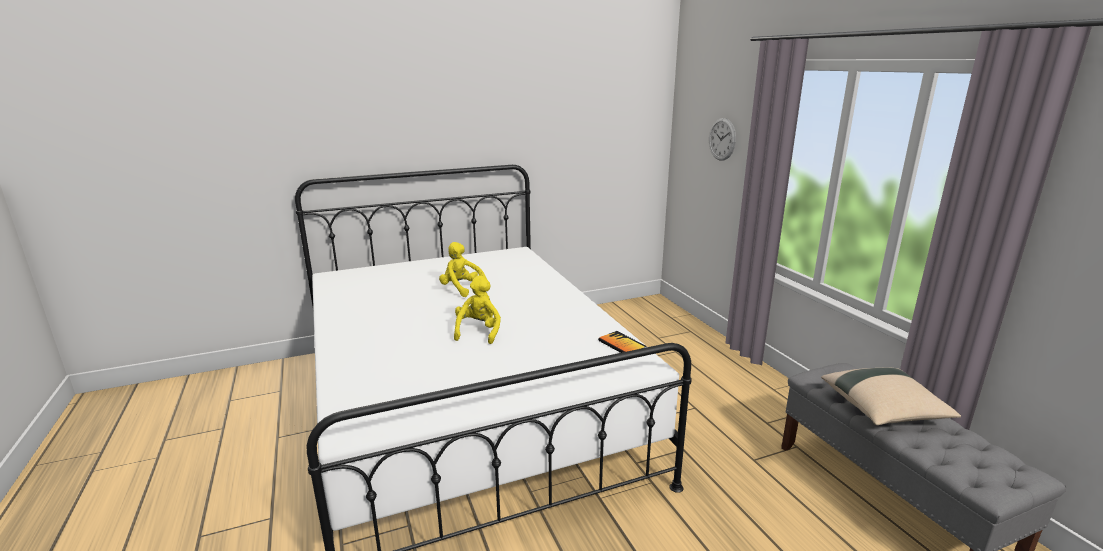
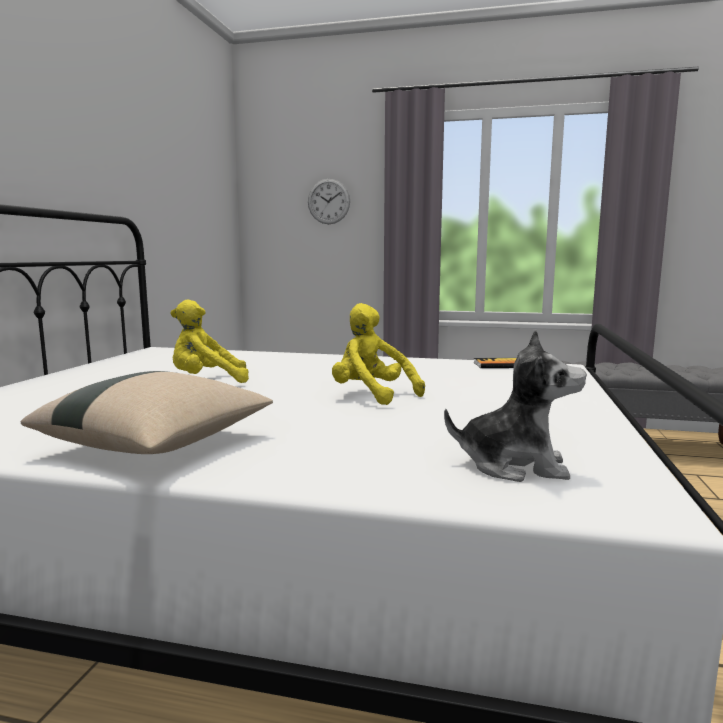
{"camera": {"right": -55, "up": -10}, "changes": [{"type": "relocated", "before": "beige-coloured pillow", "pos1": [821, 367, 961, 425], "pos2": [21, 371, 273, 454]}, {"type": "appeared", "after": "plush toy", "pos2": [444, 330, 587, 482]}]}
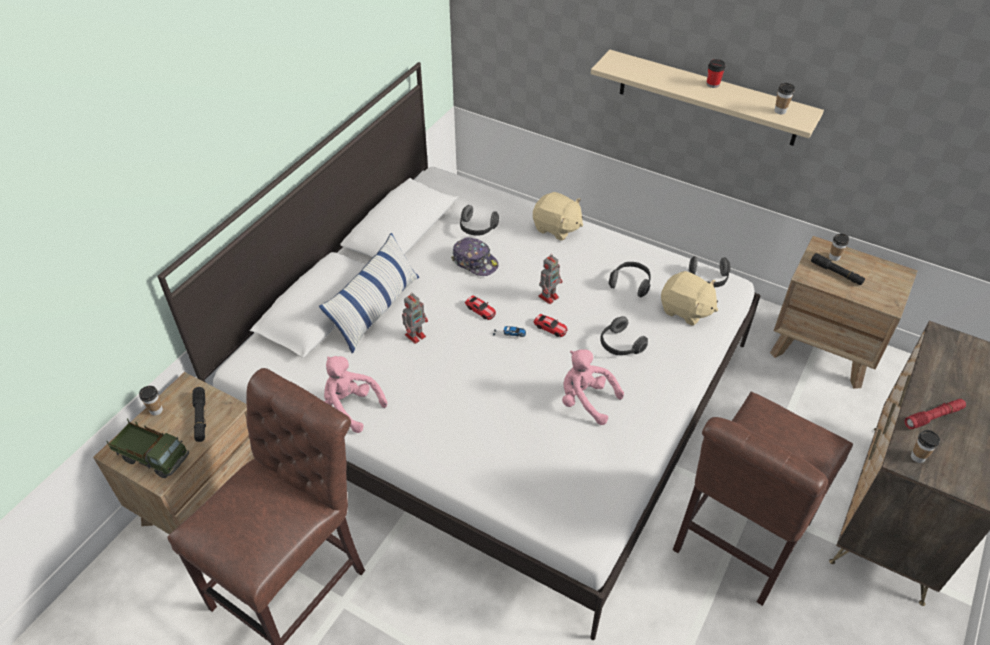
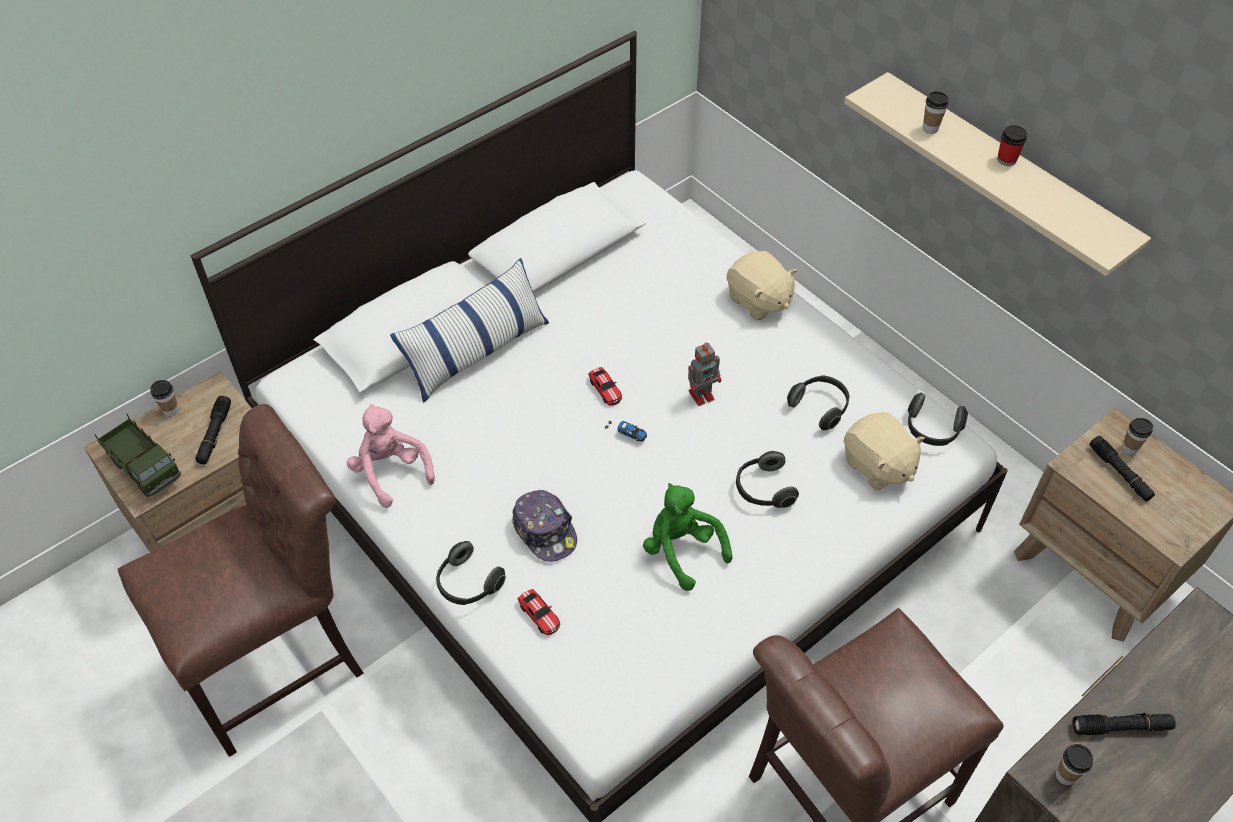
{"camera": {"right": 20, "up": 5}, "changes": [{"type": "missing", "before": "toy robot", "pos1": [402, 293, 428, 344]}, {"type": "relocated", "before": "baseball cap", "pos1": [451, 237, 499, 276], "pos2": [512, 490, 577, 562]}, {"type": "relocated", "before": "pair of headphones", "pos1": [460, 205, 499, 236], "pos2": [436, 541, 506, 605]}, {"type": "relocated", "before": "toy car", "pos1": [534, 314, 567, 337], "pos2": [518, 589, 560, 635]}, {"type": "colour", "before": "pink plush toy", "after": "greenish plush toy", "pos1": [562, 349, 624, 425], "pos2": [643, 483, 733, 591]}, {"type": "relocated", "before": "cup", "pos1": [775, 83, 795, 114], "pos2": [923, 91, 949, 134]}, {"type": "colour", "before": "reddish flashlight", "after": "blackish flashlight", "pos1": [905, 399, 966, 429], "pos2": [1073, 713, 1176, 735]}]}
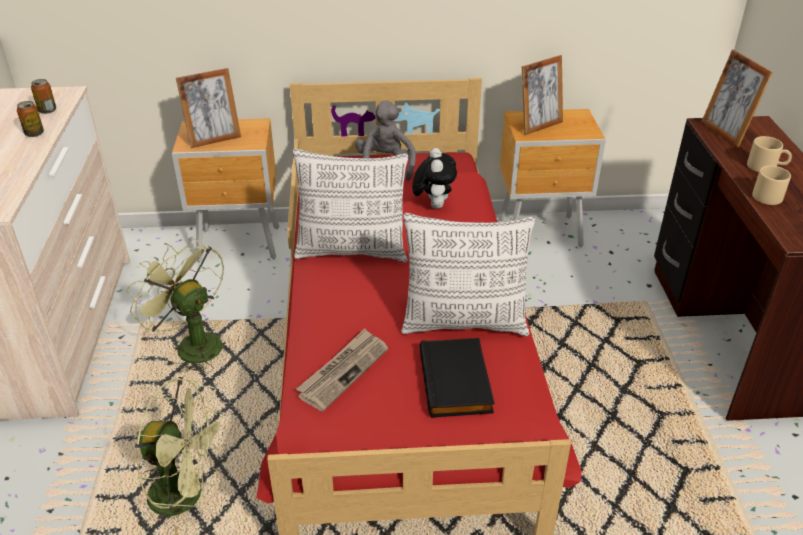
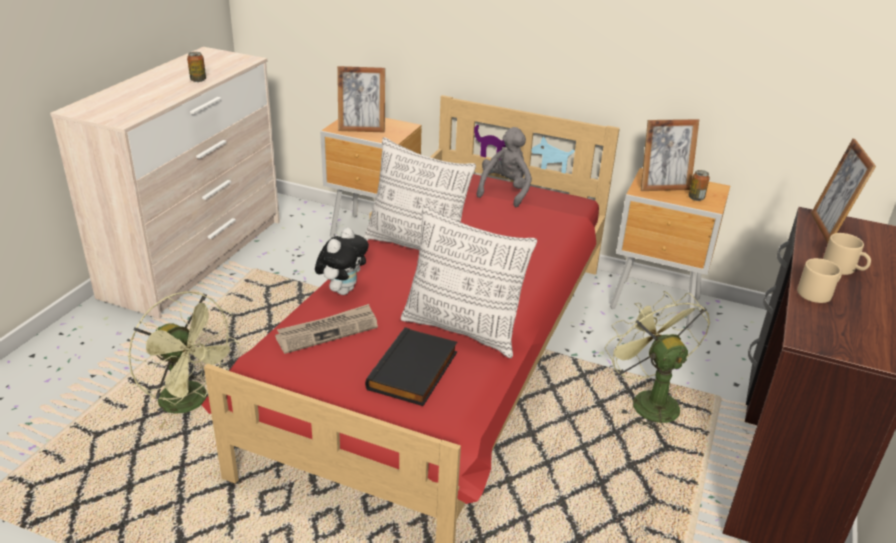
{"camera": {"right": 25, "up": -5}, "changes": [{"type": "relocated", "before": "sealed can", "pos1": [31, 79, 56, 114], "pos2": [689, 170, 710, 201]}, {"type": "relocated", "before": "greenish fan", "pos1": [126, 237, 224, 373], "pos2": [605, 291, 710, 434]}, {"type": "relocated", "before": "plush toy", "pos1": [412, 148, 457, 209], "pos2": [315, 228, 369, 295]}]}
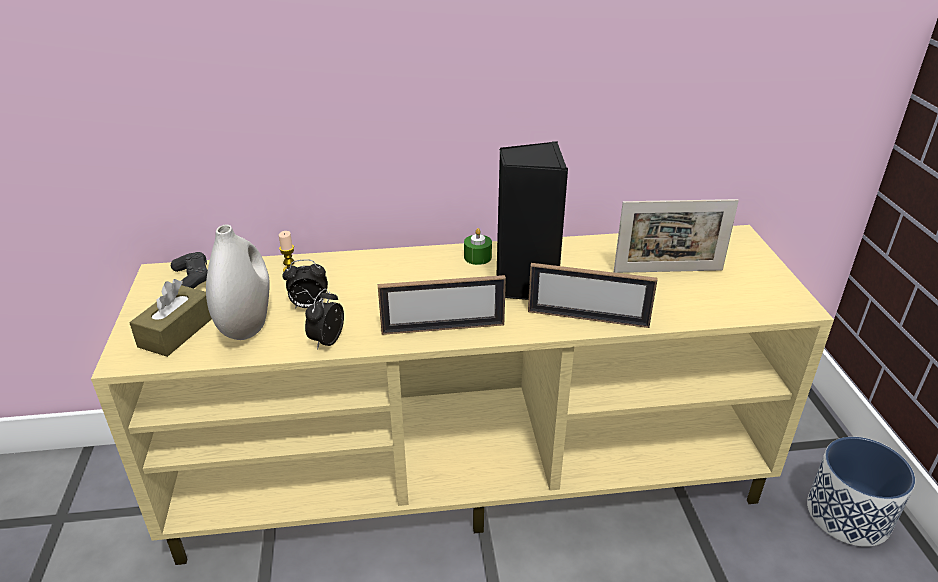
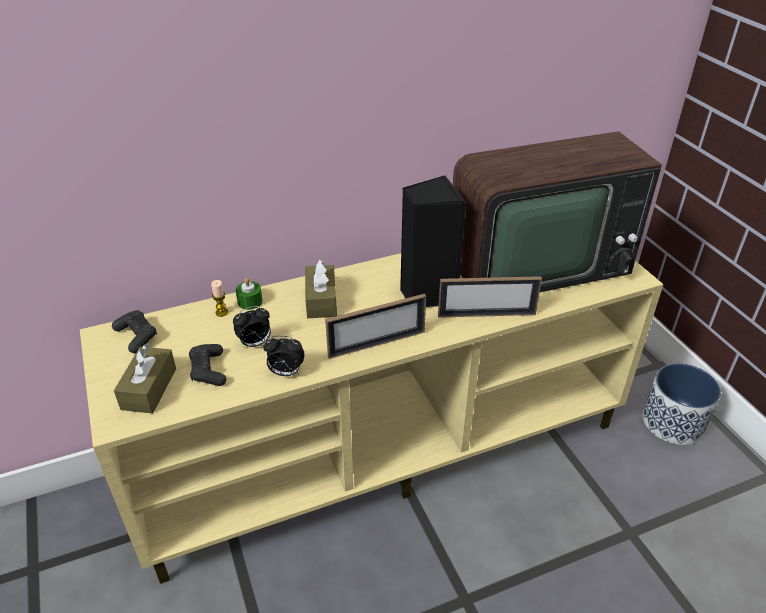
{"camera": {"right": -15, "up": 5}, "changes": [{"type": "exchanged", "before": "whitish vase", "after": "blackish joypad", "pos1": [206, 225, 270, 340], "pos2": [189, 344, 226, 386]}, {"type": "spun", "before": "table clock", "pos1": [305, 289, 344, 350], "pos2": [263, 336, 305, 376], "turn": -90}, {"type": "relocated", "before": "greenish candle", "pos1": [464, 228, 492, 265], "pos2": [236, 278, 263, 310]}, {"type": "exchanged", "before": "photo frame", "after": "TV", "pos1": [614, 199, 739, 273], "pos2": [453, 131, 662, 292]}, {"type": "appeared", "after": "brown box of tissues", "pos2": [305, 260, 337, 318]}]}
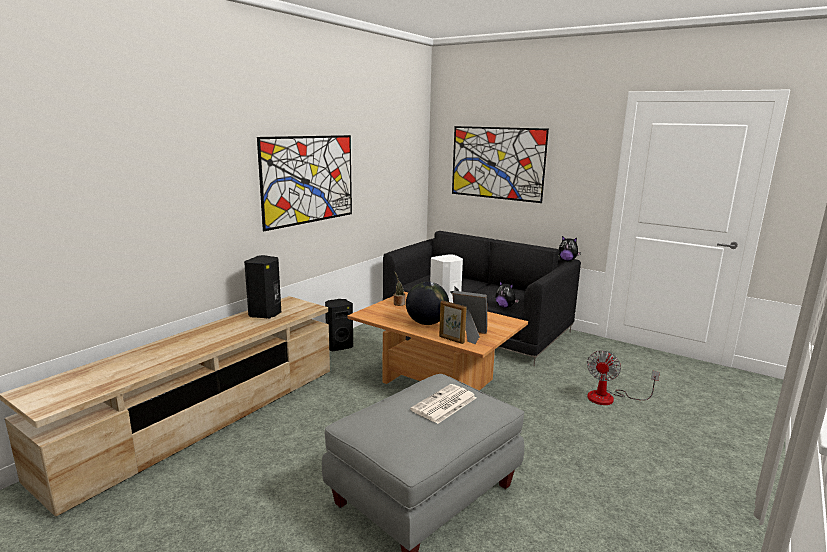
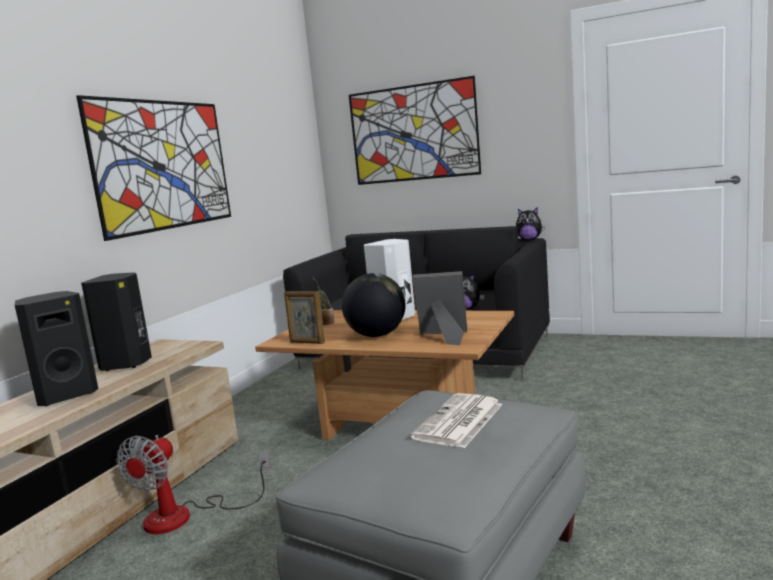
{"camera": {"right": -10, "up": -5}, "changes": [{"type": "relocated", "before": "blackish loudspeaker", "pos1": [325, 299, 353, 351], "pos2": [15, 291, 98, 406]}, {"type": "relocated", "before": "photo frame", "pos1": [439, 300, 467, 344], "pos2": [284, 291, 325, 344]}, {"type": "relocated", "before": "fan", "pos1": [587, 351, 660, 405], "pos2": [116, 435, 270, 534]}]}
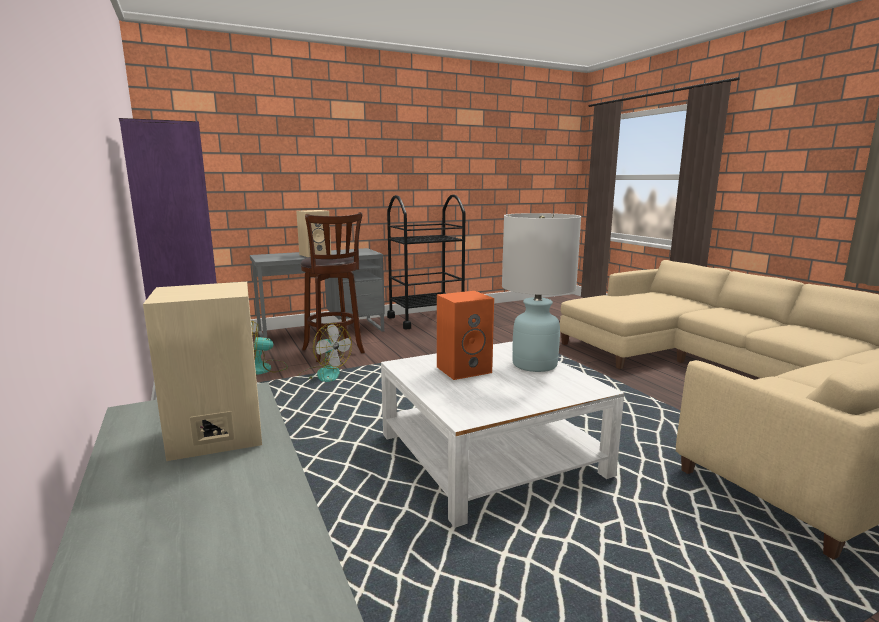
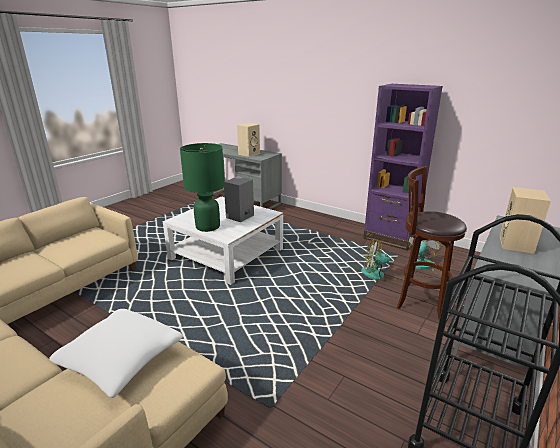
{"camera": {"right": 150, "up": 10}, "changes": [{"type": "colour", "before": "orange-coloured loudspeaker", "after": "gray loudspeaker", "pos1": [437, 291, 494, 380], "pos2": [224, 176, 254, 222]}, {"type": "colour", "before": "whitish table lamp", "after": "greenish table lamp", "pos1": [502, 213, 581, 372], "pos2": [180, 143, 225, 232]}, {"type": "appeared", "after": "whitish pillow", "pos2": [49, 309, 183, 398]}]}
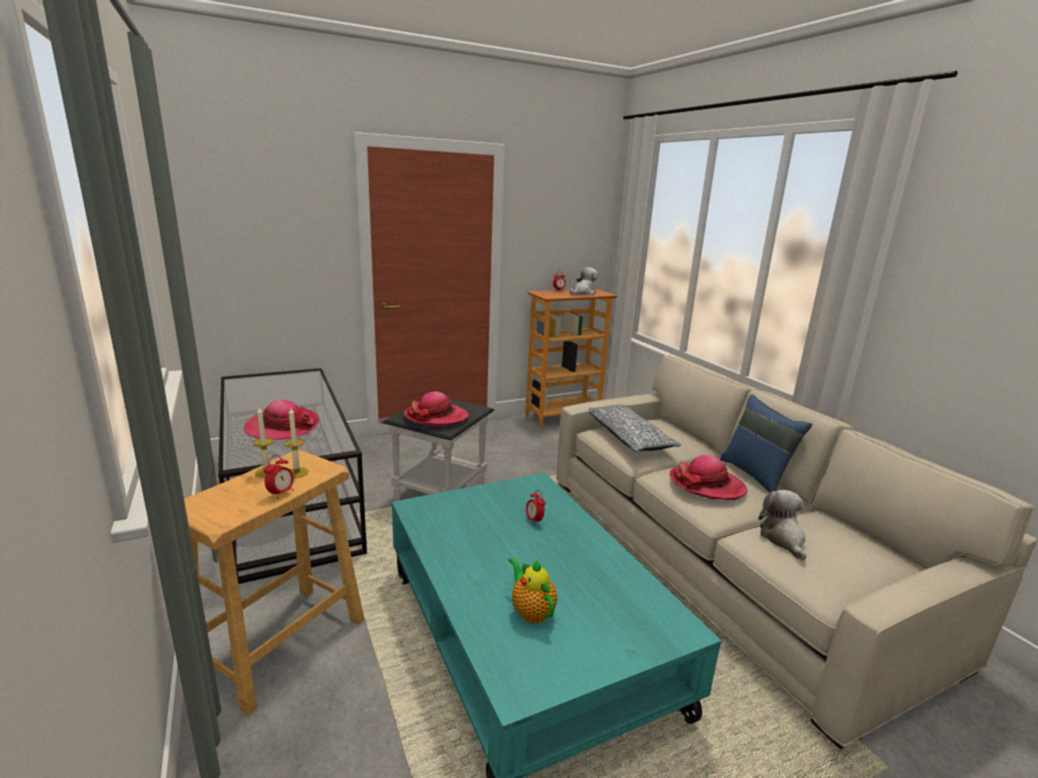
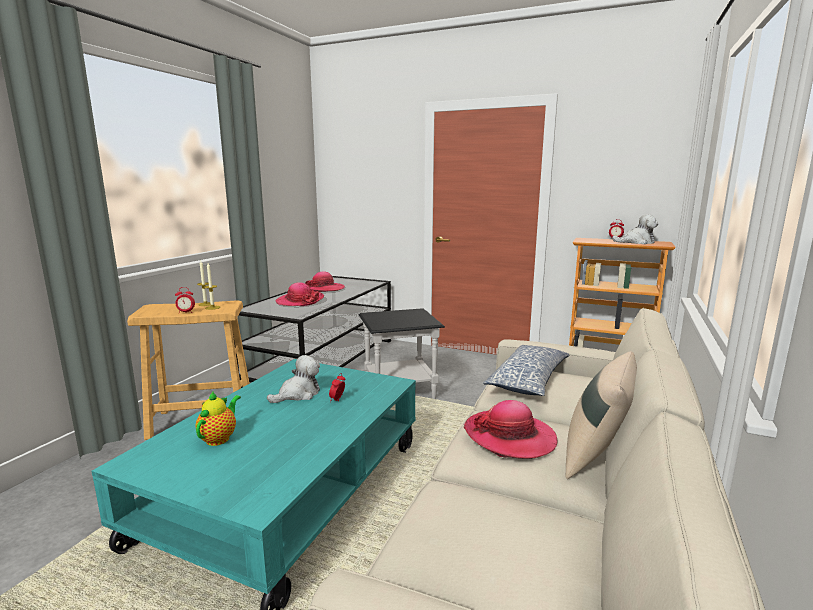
{"camera": {"right": 50, "up": -5}, "changes": [{"type": "relocated", "before": "clothing hat", "pos1": [404, 392, 469, 426], "pos2": [305, 271, 345, 292]}, {"type": "colour", "before": "blue-coloured pillow", "after": "beige-coloured pillow", "pos1": [720, 394, 812, 493], "pos2": [566, 351, 637, 479]}, {"type": "relocated", "before": "plush toy", "pos1": [758, 490, 806, 561], "pos2": [267, 355, 320, 403]}]}
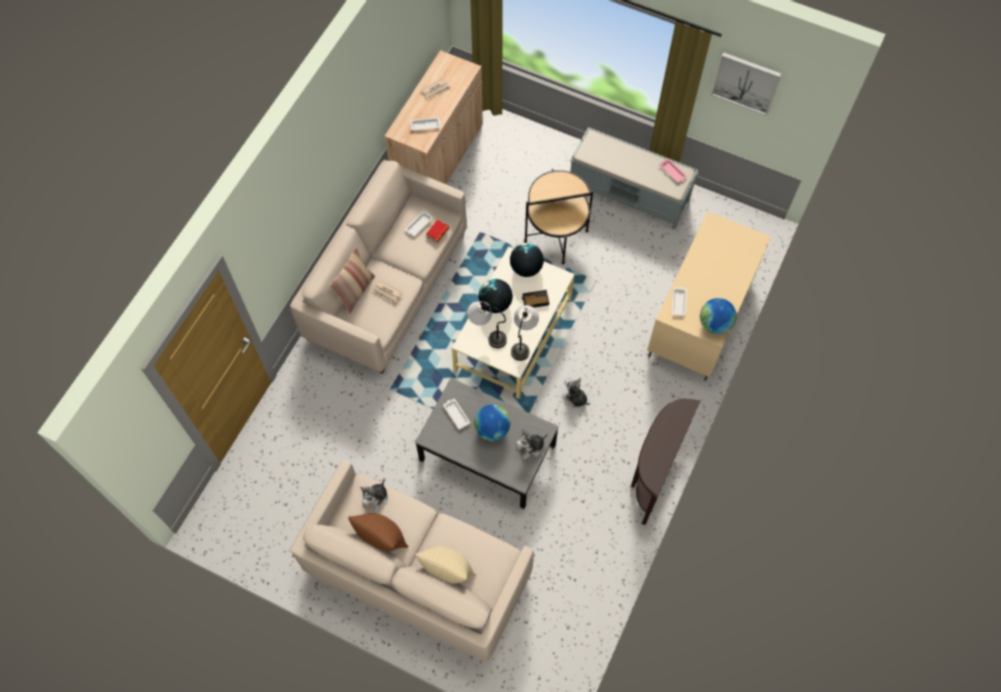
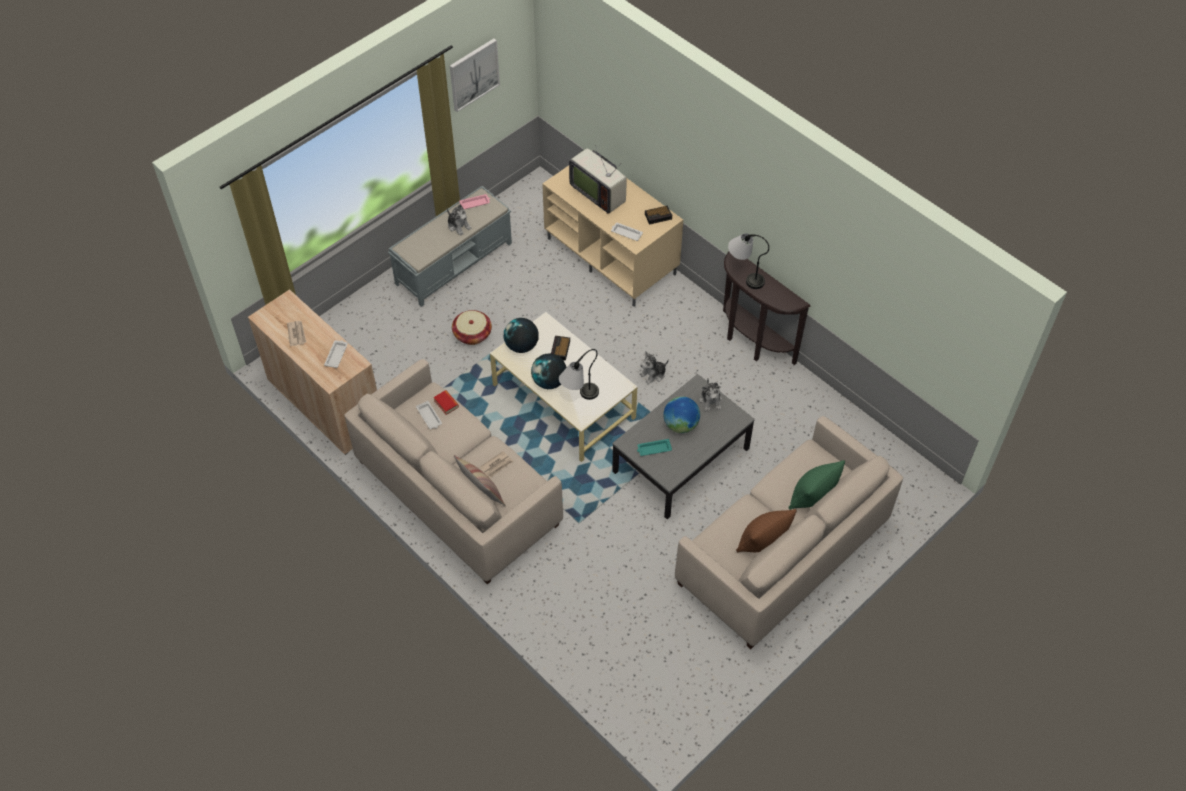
{"camera": {"right": -70, "up": -10}, "changes": [{"type": "relocated", "before": "plush toy", "pos1": [360, 478, 388, 513], "pos2": [447, 204, 472, 236]}, {"type": "colour", "before": "beige-coloured pillow", "after": "greenish pillow", "pos1": [416, 546, 476, 584], "pos2": [788, 460, 845, 510]}, {"type": "colour", "before": "whitish carrying tray", "after": "turquoise-coloured carrying tray", "pos1": [443, 399, 470, 430], "pos2": [637, 439, 672, 456]}, {"type": "relocated", "before": "table lamp", "pos1": [511, 305, 539, 361], "pos2": [728, 233, 769, 289]}, {"type": "exchanged", "before": "side table", "after": "storage basket", "pos1": [524, 169, 593, 264], "pos2": [452, 310, 492, 345]}, {"type": "exchanged", "before": "desk globe", "after": "table clock", "pos1": [700, 298, 737, 334], "pos2": [645, 205, 673, 225]}, {"type": "appeared", "after": "TV", "pos2": [569, 147, 627, 214]}]}
